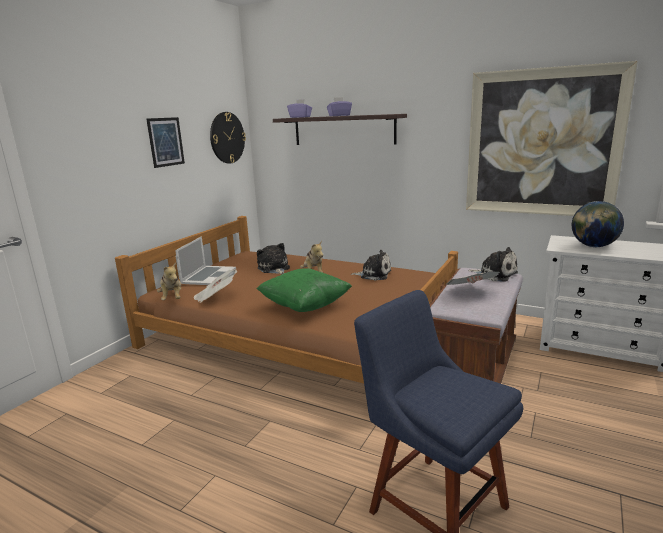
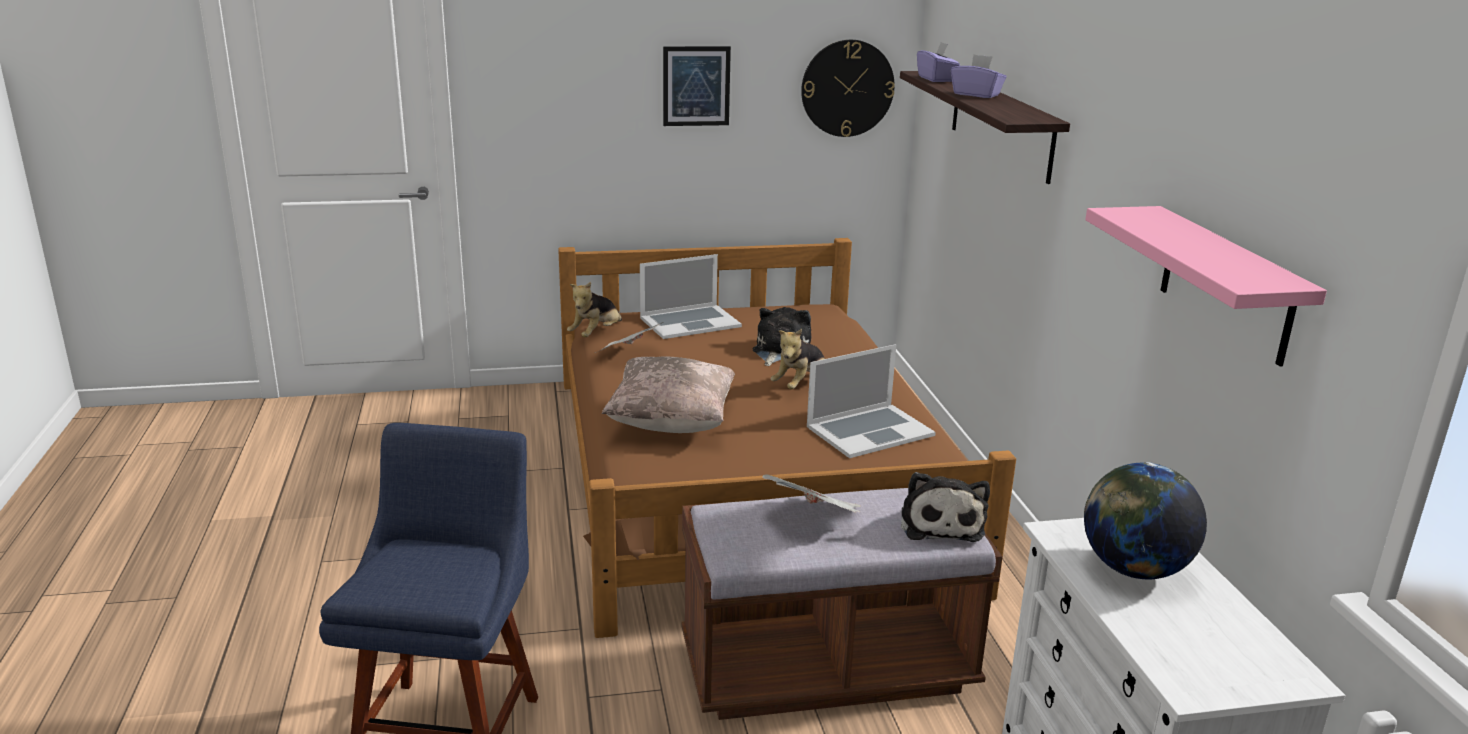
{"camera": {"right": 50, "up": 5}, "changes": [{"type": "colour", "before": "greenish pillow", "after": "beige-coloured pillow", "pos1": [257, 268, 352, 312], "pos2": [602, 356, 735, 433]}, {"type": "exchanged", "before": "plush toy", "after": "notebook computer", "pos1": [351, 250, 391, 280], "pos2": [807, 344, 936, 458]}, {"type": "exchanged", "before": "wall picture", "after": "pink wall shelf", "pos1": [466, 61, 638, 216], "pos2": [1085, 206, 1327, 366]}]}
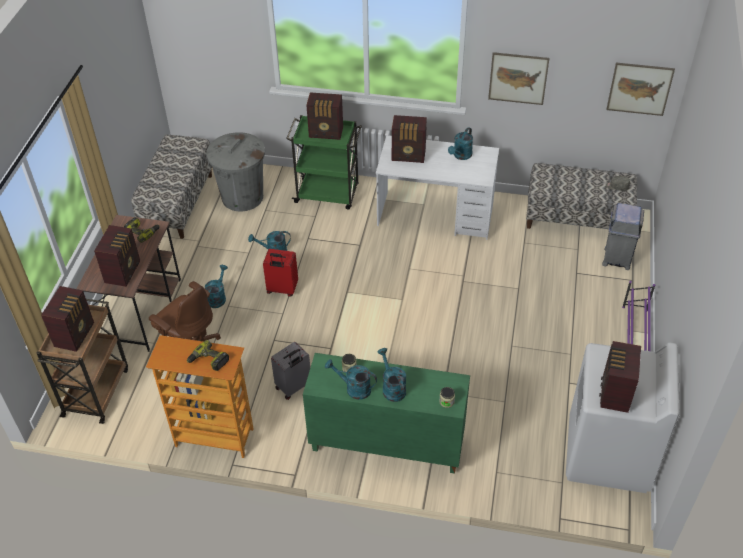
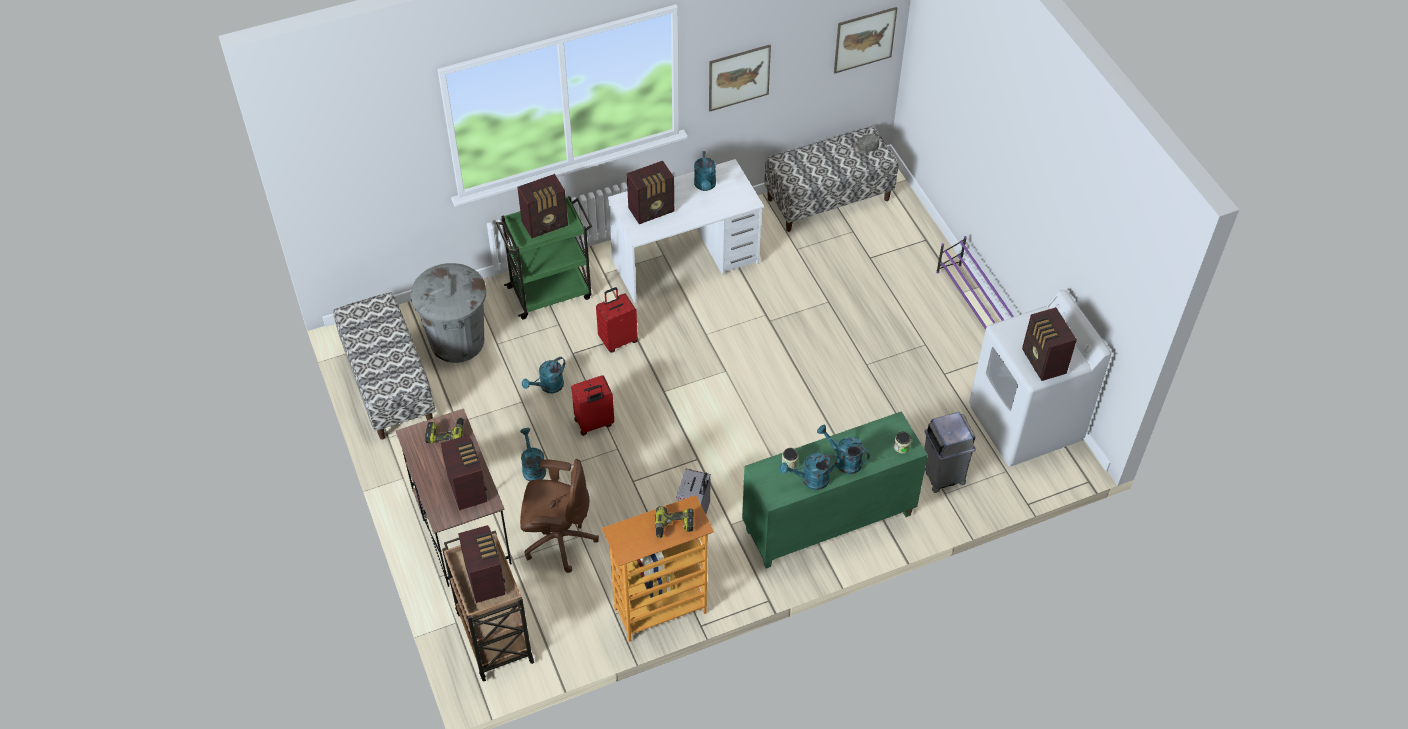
{"camera": {"right": -35, "up": 5}, "changes": [{"type": "relocated", "before": "gray waste bin", "pos1": [602, 203, 644, 270], "pos2": [924, 412, 976, 493]}, {"type": "appeared", "after": "reddish suitcase", "pos2": [596, 287, 638, 352]}]}
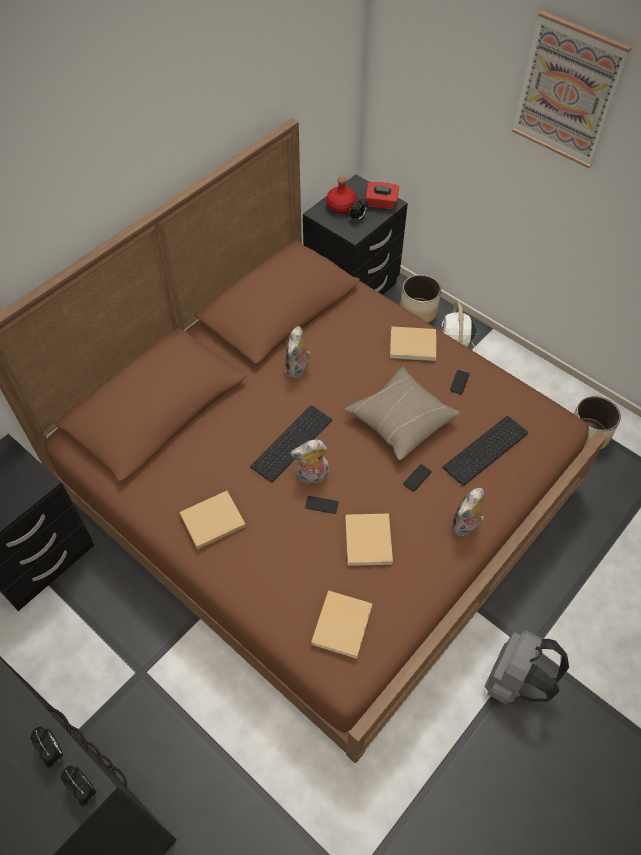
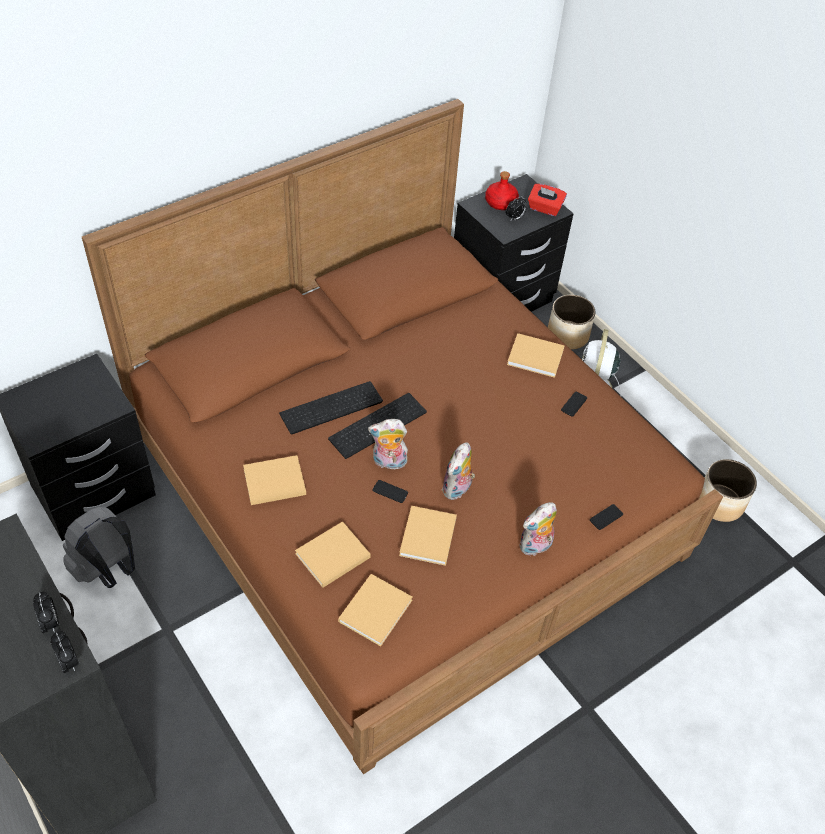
{"camera": {"right": 10, "up": -5}, "changes": [{"type": "relocated", "before": "plush toy", "pos1": [285, 326, 311, 378], "pos2": [442, 442, 475, 500]}, {"type": "missing", "before": "beige-coloured pillow", "pos1": [345, 367, 460, 460]}, {"type": "relocated", "before": "phone", "pos1": [403, 464, 432, 492], "pos2": [590, 504, 623, 530]}, {"type": "relocated", "before": "PC keyboard", "pos1": [442, 416, 528, 486], "pos2": [279, 381, 383, 434]}, {"type": "relocated", "before": "gray backpack", "pos1": [485, 630, 569, 704], "pos2": [63, 506, 135, 588]}, {"type": "missing", "before": "wall picture", "pos1": [512, 11, 632, 168]}, {"type": "appeared", "after": "beige-coloured book", "pos2": [295, 521, 371, 588]}]}
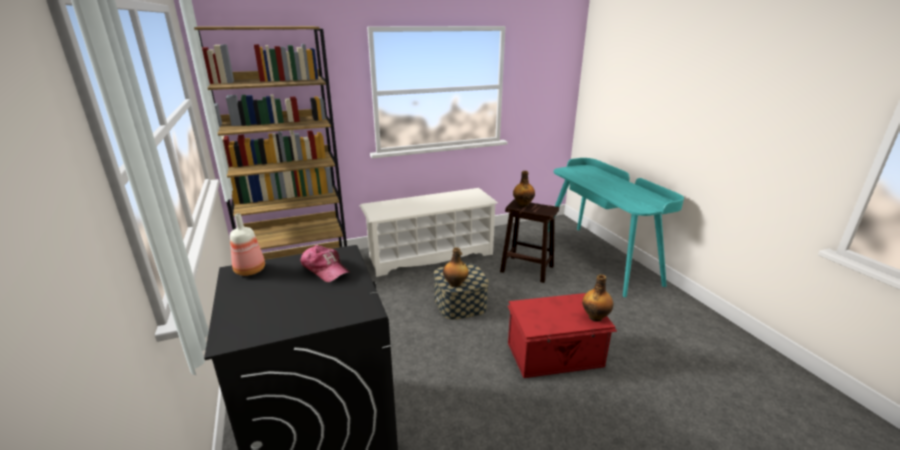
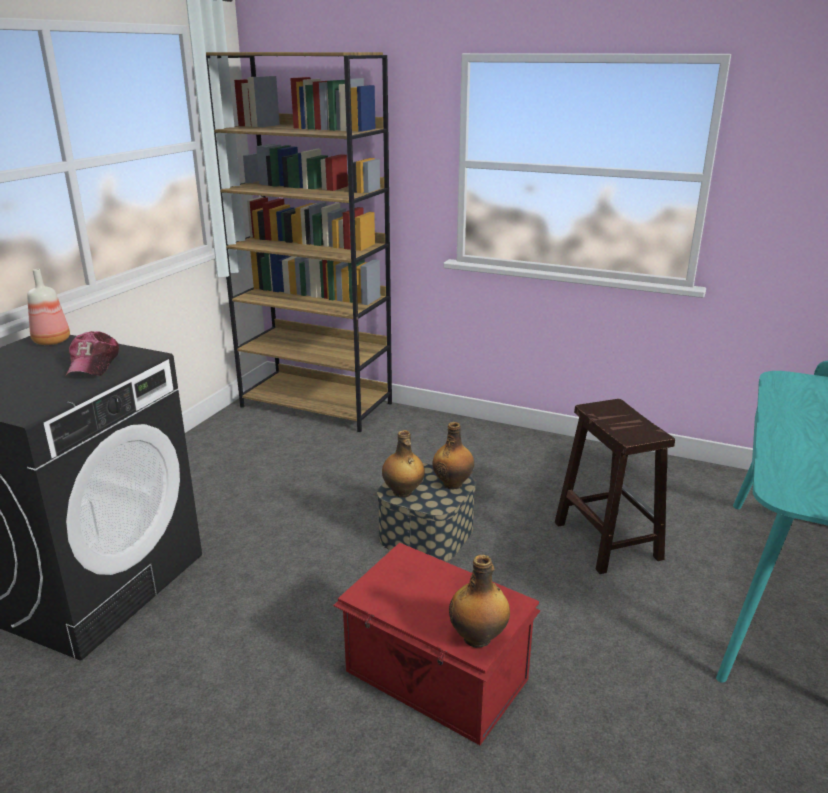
{"camera": {"right": 45, "up": 0}, "changes": [{"type": "missing", "before": "whitish shoe shelf", "pos1": [360, 188, 498, 277]}, {"type": "relocated", "before": "drink bottle", "pos1": [513, 171, 535, 207], "pos2": [432, 422, 474, 489]}]}
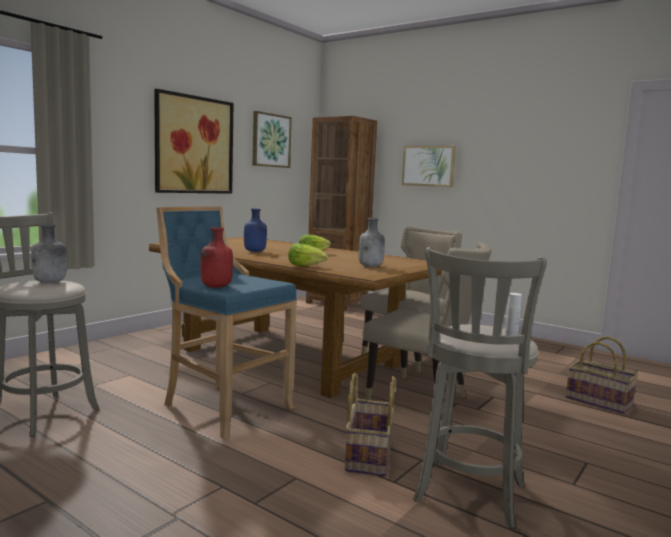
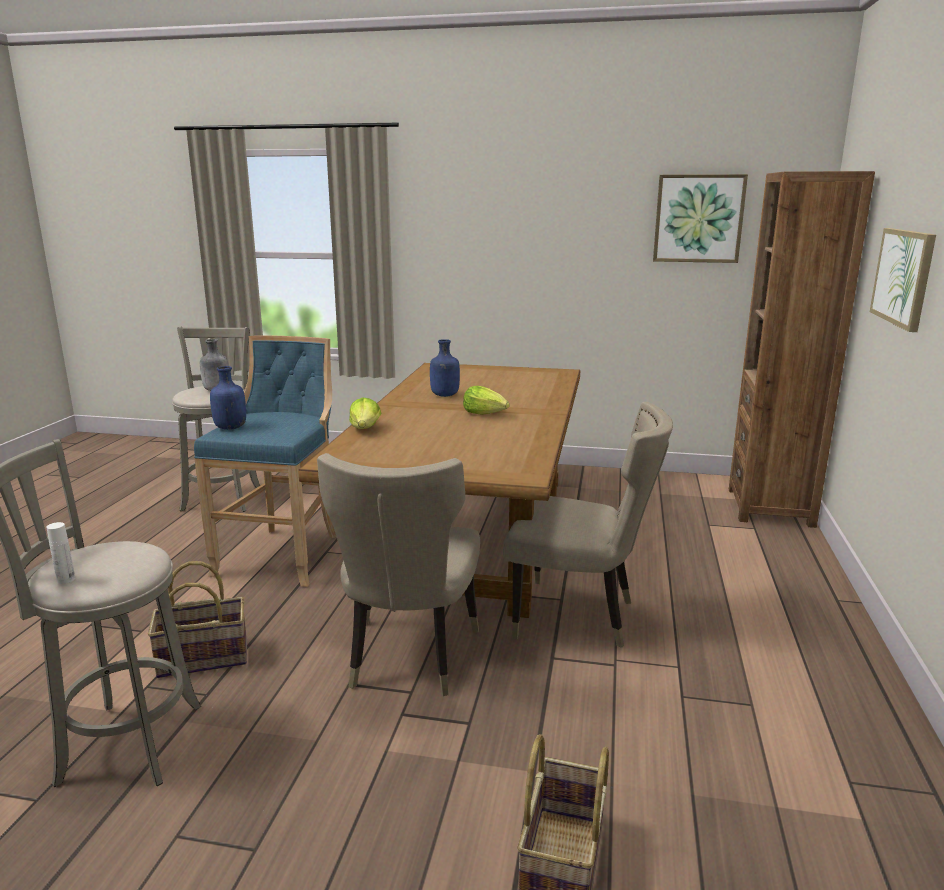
{"camera": {"right": 65, "up": 10}, "changes": [{"type": "missing", "before": "wall picture", "pos1": [154, 89, 233, 194]}, {"type": "colour", "before": "reddish drink bottle", "after": "blue-coloured drink bottle", "pos1": [200, 227, 233, 288], "pos2": [210, 366, 246, 430]}, {"type": "missing", "before": "gray drink bottle", "pos1": [358, 218, 385, 267]}]}
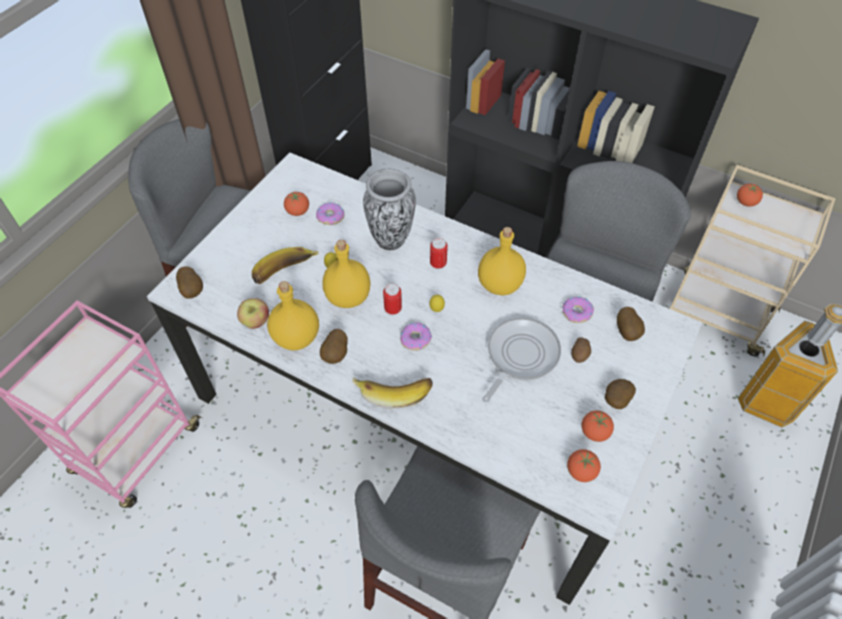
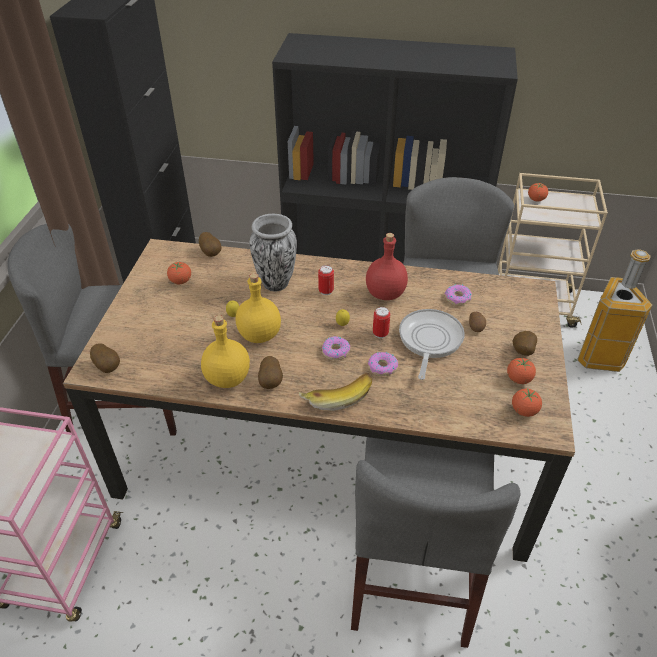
{"camera": {"right": -20, "up": -10}, "changes": [{"type": "colour", "before": "whitish dinner table", "after": "brown dinner table", "pos1": [147, 152, 702, 605], "pos2": [63, 239, 575, 562]}, {"type": "missing", "before": "whole apple", "pos1": [237, 298, 269, 329]}, {"type": "missing", "before": "whole banana", "pos1": [252, 247, 319, 284]}, {"type": "relocated", "before": "doughnut", "pos1": [316, 202, 344, 225], "pos2": [368, 352, 398, 376]}, {"type": "relocated", "before": "sealed can", "pos1": [383, 284, 402, 315], "pos2": [373, 307, 390, 338]}, {"type": "colour", "before": "yellow-coloured drink bottle", "after": "reddish drink bottle", "pos1": [478, 227, 526, 295], "pos2": [366, 233, 408, 300]}, {"type": "relocated", "before": "spud", "pos1": [617, 307, 645, 341], "pos2": [199, 232, 222, 257]}]}
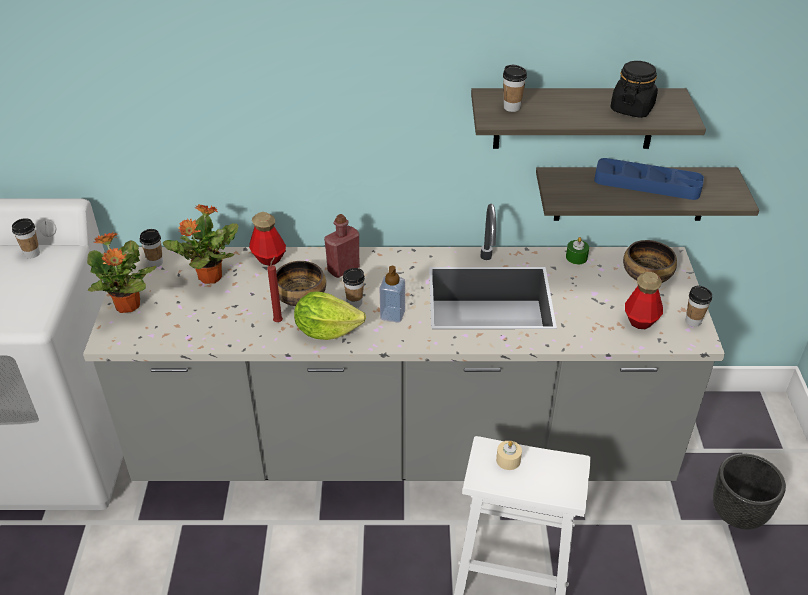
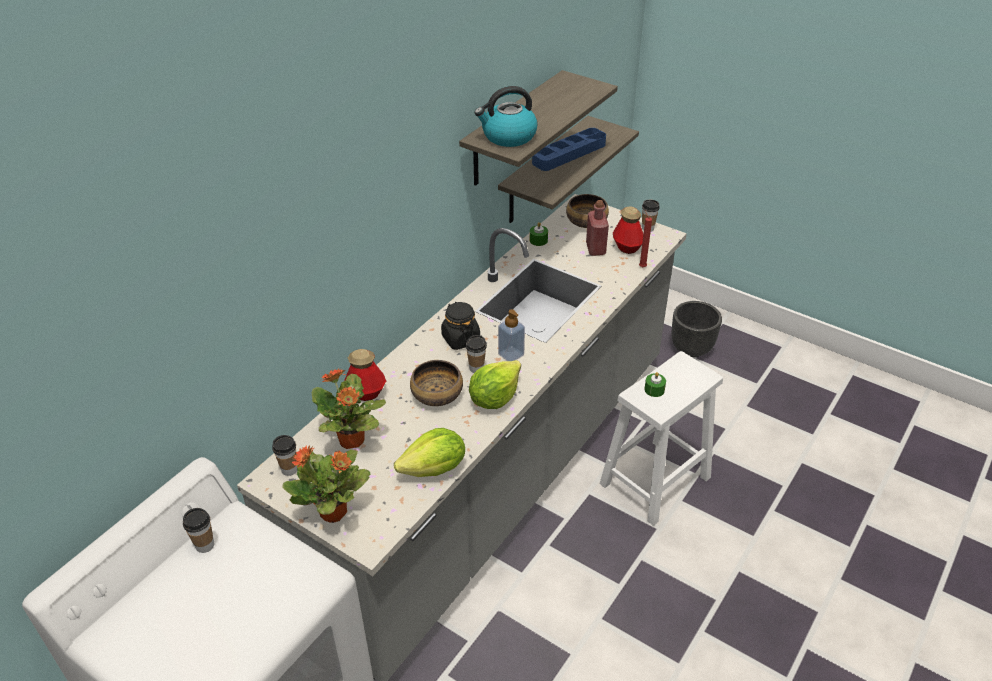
{"camera": {"right": -55, "up": 0}, "changes": [{"type": "relocated", "before": "reddish candle", "pos1": [267, 256, 283, 322], "pos2": [639, 210, 652, 267]}, {"type": "relocated", "before": "reddish drink bottle", "pos1": [324, 214, 360, 278], "pos2": [586, 200, 609, 256]}, {"type": "colour", "before": "beige-coloured candle", "after": "greenish candle", "pos1": [496, 441, 522, 470], "pos2": [644, 372, 666, 397]}, {"type": "exchanged", "before": "cup", "after": "water kettle", "pos1": [503, 65, 527, 112], "pos2": [474, 86, 538, 147]}, {"type": "relocated", "before": "blackish preserve jar", "pos1": [610, 61, 658, 118], "pos2": [441, 302, 480, 350]}, {"type": "appeared", "after": "head of lettuce", "pos2": [394, 428, 465, 477]}]}
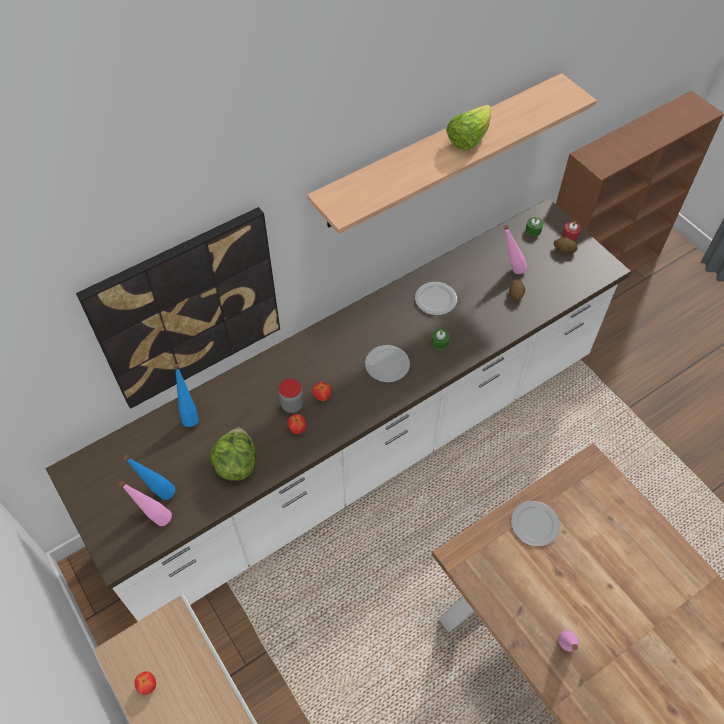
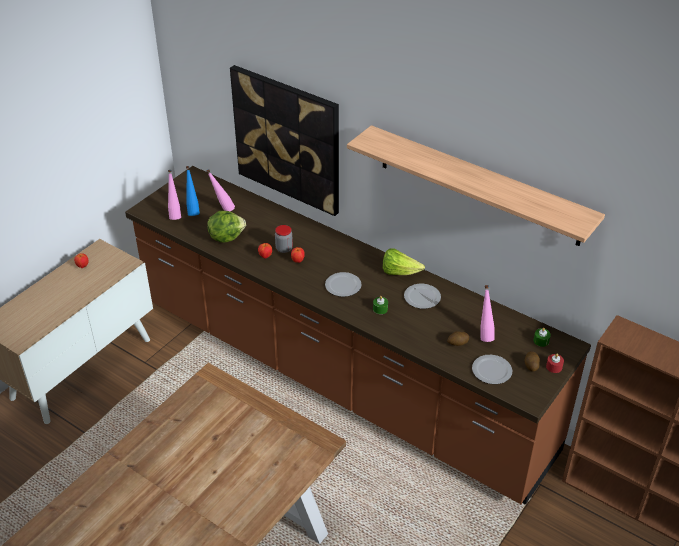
{"camera": {"right": 70, "up": -15}, "changes": [{"type": "colour", "before": "whitish counter", "after": "brown counter", "pos1": [46, 198, 631, 621], "pos2": [125, 166, 591, 505]}, {"type": "missing", "before": "blue-coloured drink bottle", "pos1": [174, 364, 199, 427]}, {"type": "relocated", "before": "head of lettuce", "pos1": [446, 105, 491, 150], "pos2": [383, 249, 425, 275]}, {"type": "relocated", "before": "plate", "pos1": [511, 501, 560, 546], "pos2": [472, 355, 512, 384]}, {"type": "relocated", "before": "pink drink bottle", "pos1": [558, 630, 579, 651], "pos2": [206, 170, 235, 212]}]}
